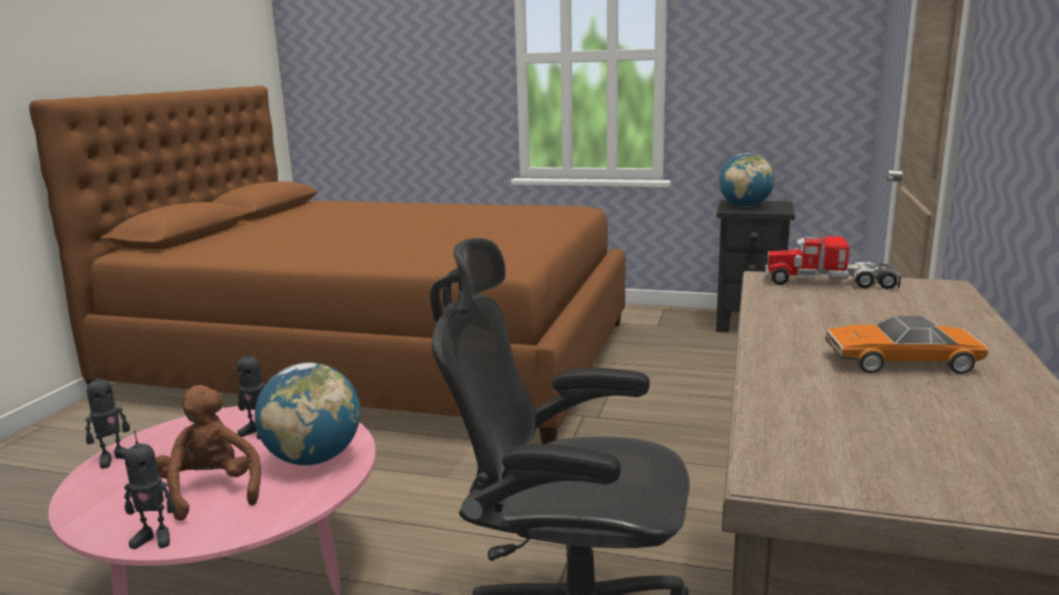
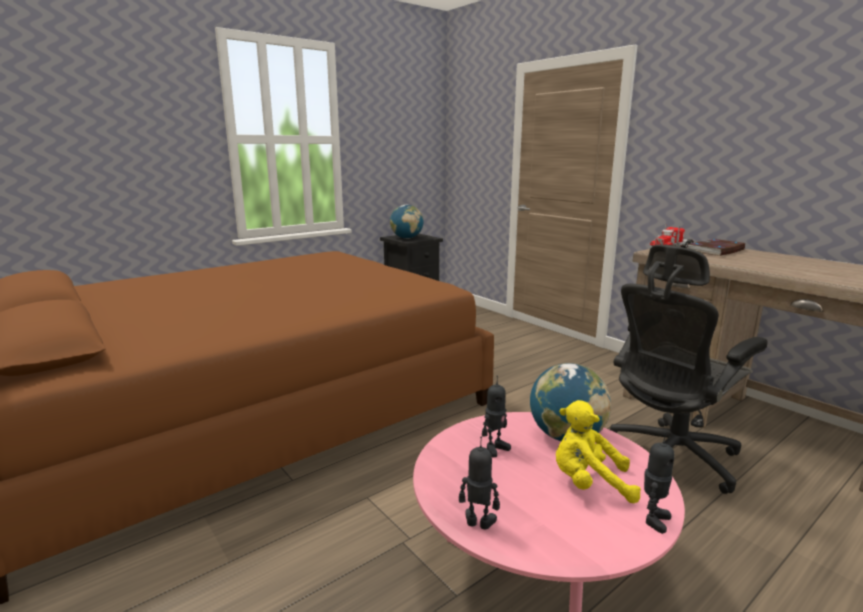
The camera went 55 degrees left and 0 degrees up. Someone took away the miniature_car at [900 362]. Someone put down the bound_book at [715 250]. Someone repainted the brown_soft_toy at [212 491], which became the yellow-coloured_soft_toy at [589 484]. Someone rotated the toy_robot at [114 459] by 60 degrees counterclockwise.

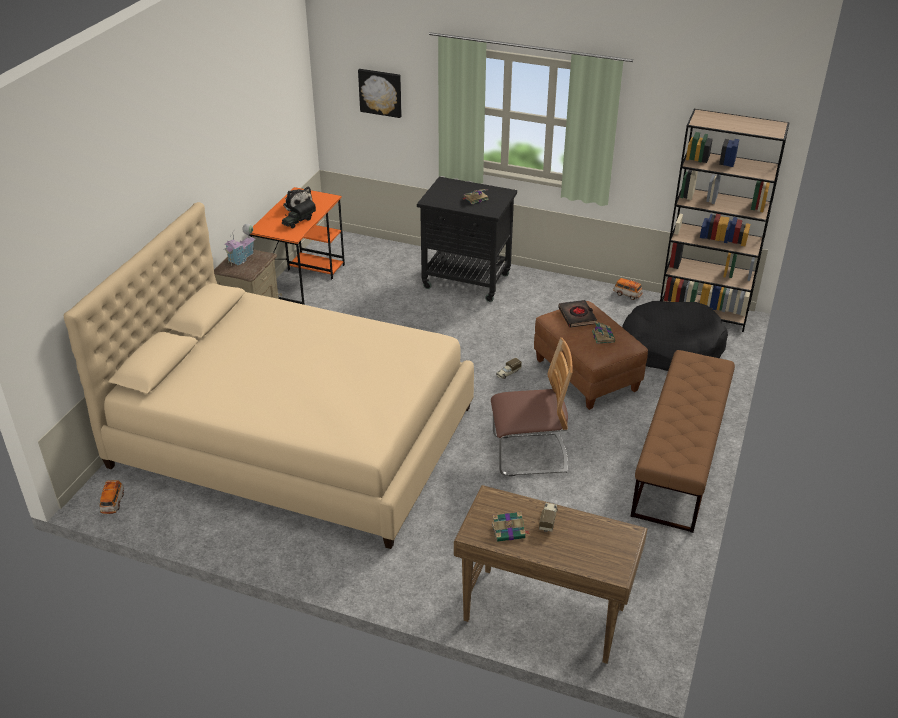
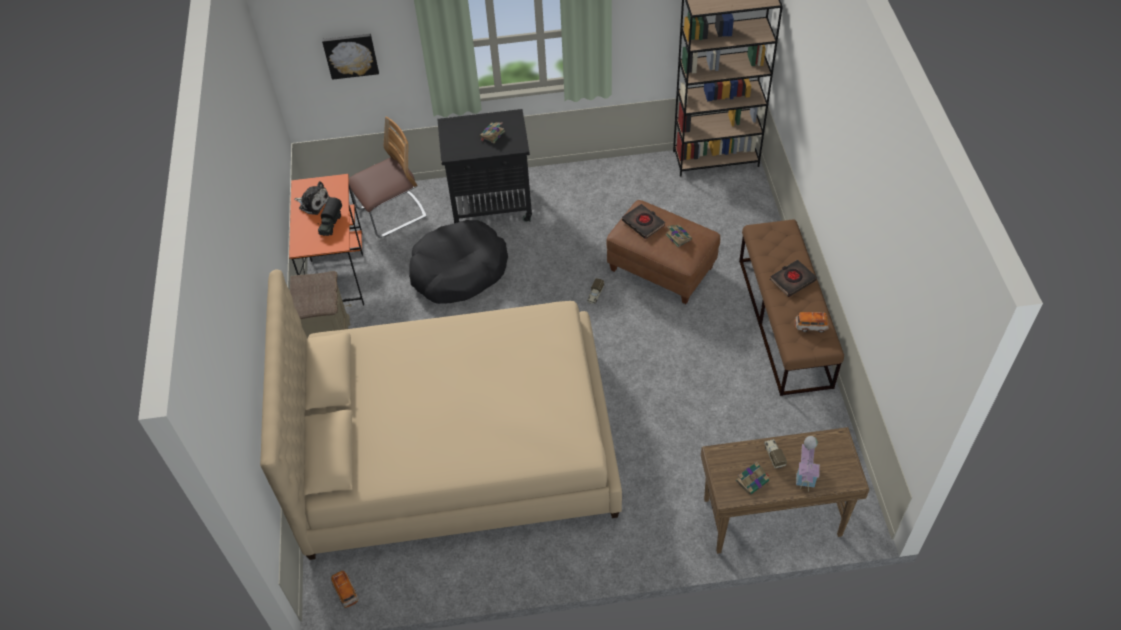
The camera went 25 degrees left and 15 degrees up. Someone put down the black-coloured_bound_book at [792 280]. Someone carried the model_house from [242 258] to [806 473]. Someone carried the chair from [529 454] to [391 214]. Someone carried the miniature_car from [627 294] to [810 326]. Someone carried the black-coloured_dog_bed from [670 347] to [458 271].

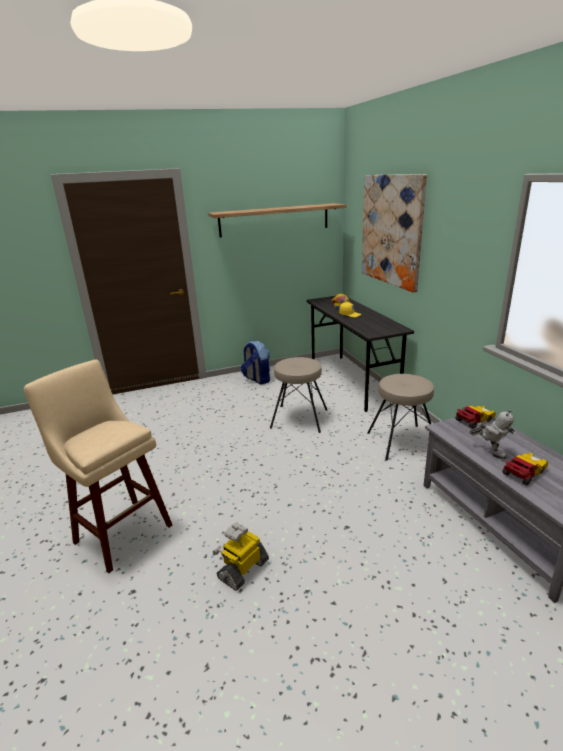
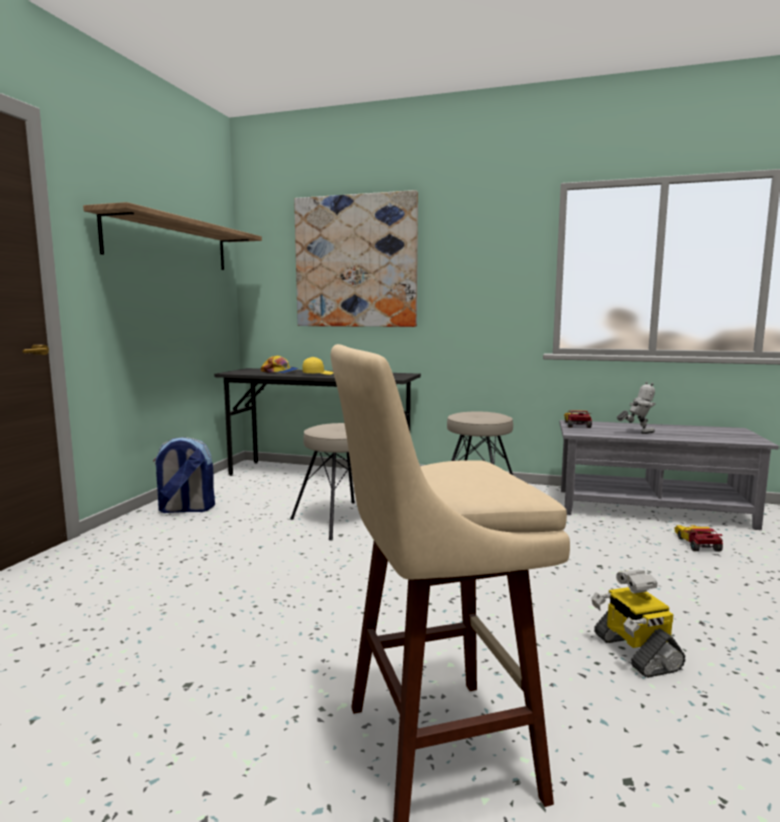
The camera went 55 degrees left and 15 degrees down. Someone carried the miniature_car from [523 473] to [697 544].

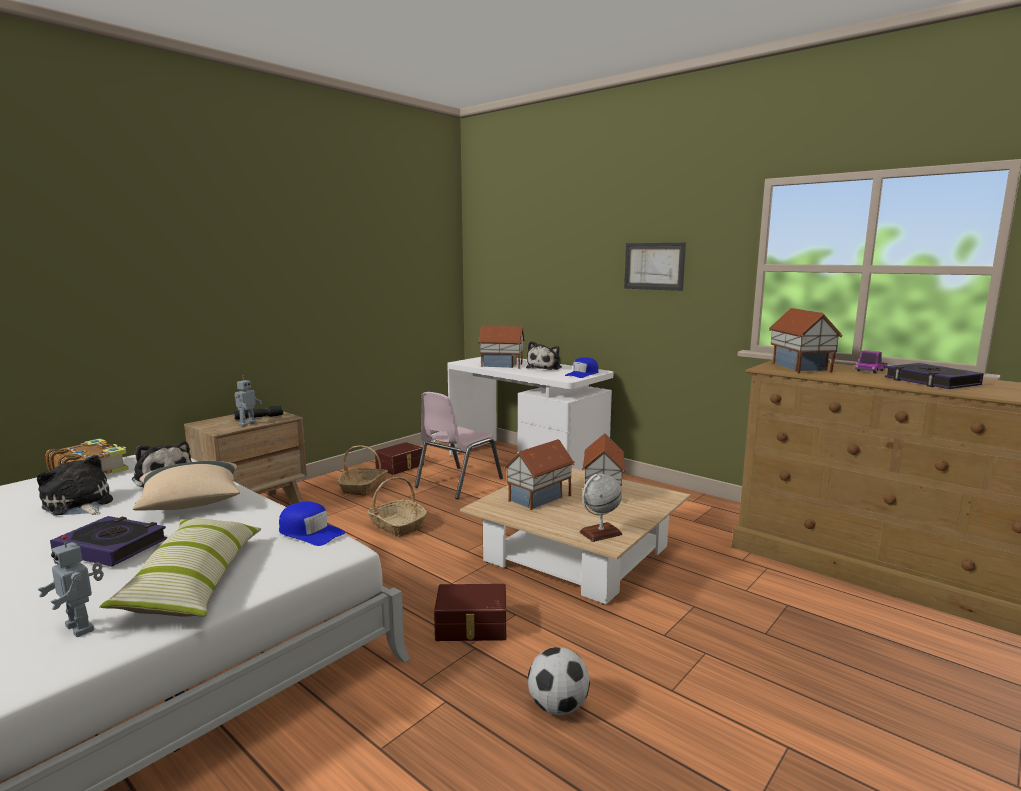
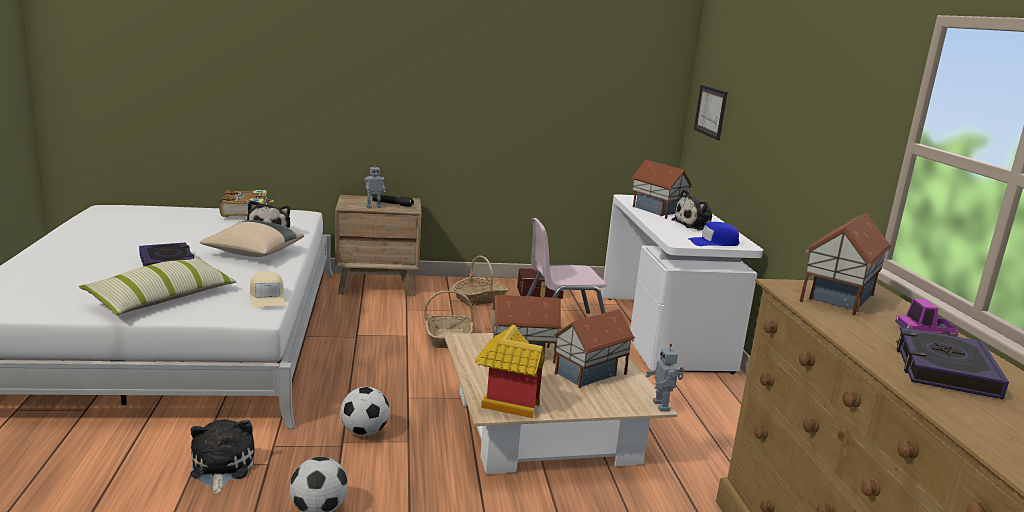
The camera went 40 degrees right and 5 degrees up. Someone carried the soft_toy from [79 505] to [221 468]. Someone carried the toy_robot from [82 627] to [662 406]. Someone carried the picture from [654 266] to [711 111]. Someone swapped the brown_storage_box at [471 626] for the ball_for_football at [364 432]. Someone swapped the globe at [600 533] for the model_house at [505 401]. Someone repainted the blue-coloured_peaked_cap at [310 532], which became the sand-coloured_peaked_cap at [267 297].

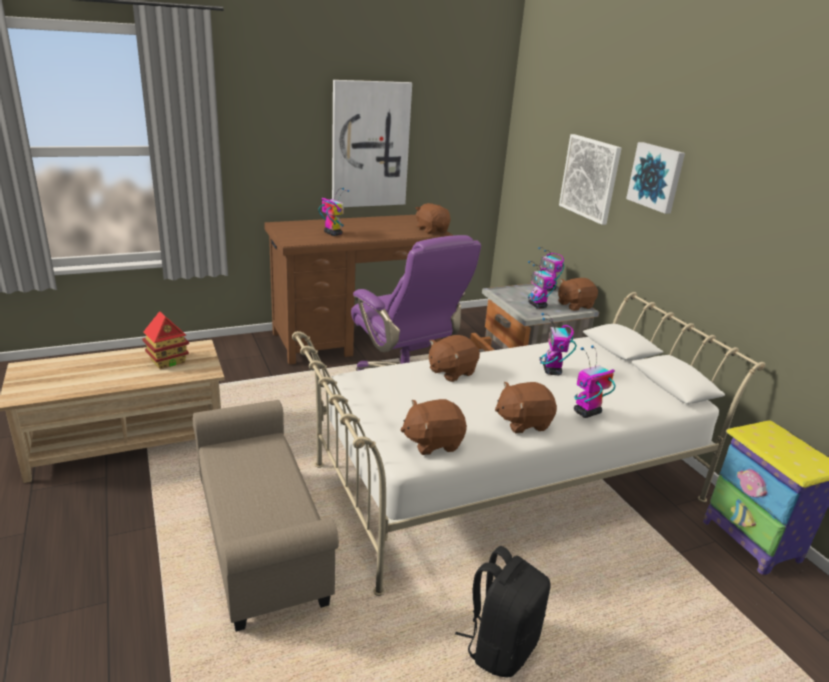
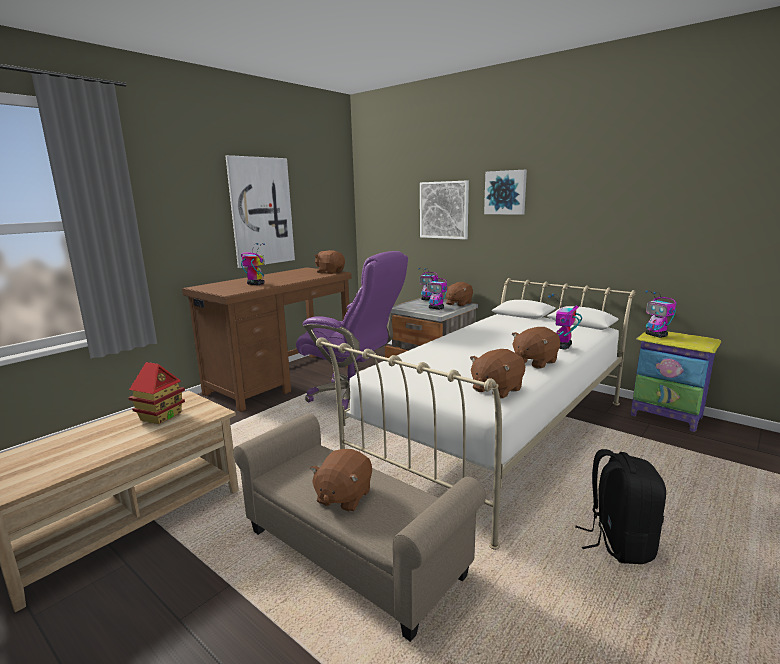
The camera went 25 degrees left and 10 degrees down. Someone carried the brown_soft_toy from [451 372] to [343 497]. Someone carried the toy_robot from [552 371] to [656 335].

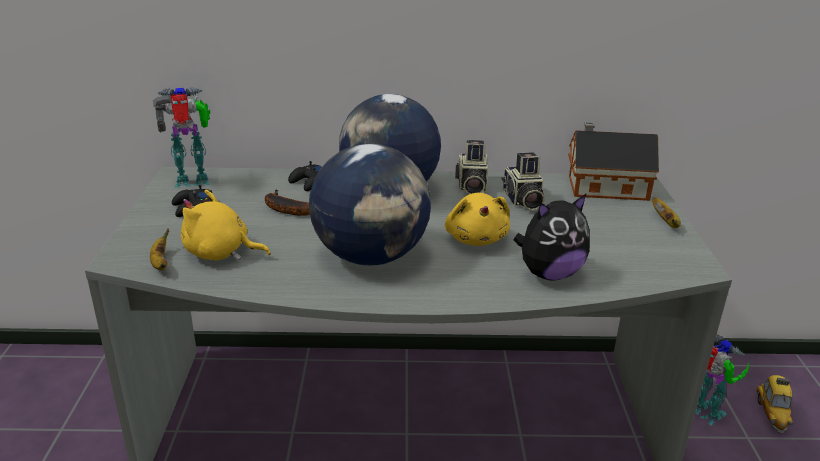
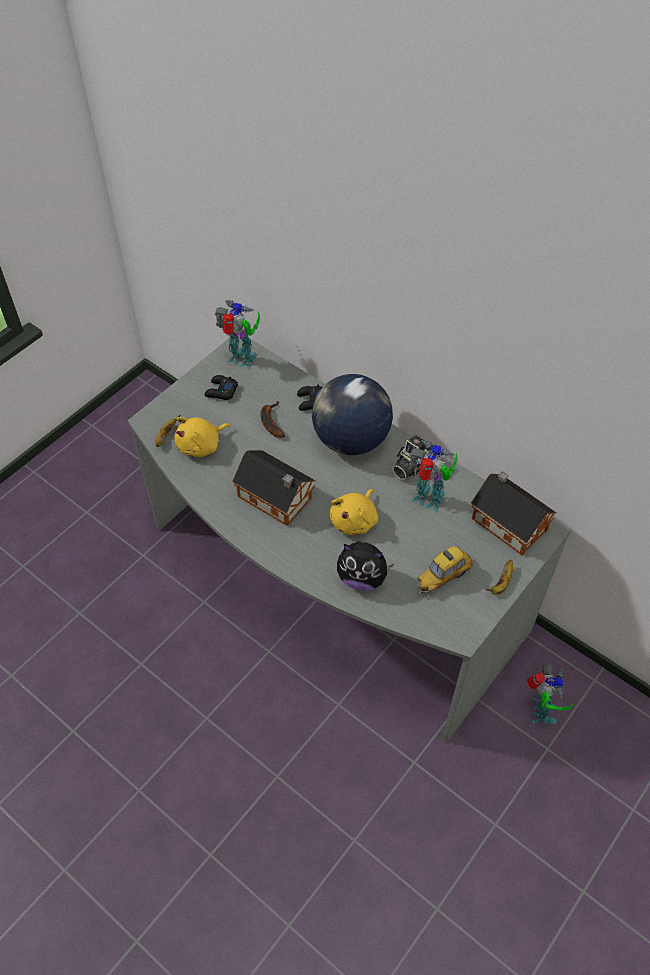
The camera went 40 degrees right and 25 degrees up. Someone carried the miniature_car from [771 414] to [443 577]. Someone swapped the globe at [371 257] for the model_house at [276 499]. Someone swapped the photo_camera at [522 201] for the toy_robot at [428 501]. Someone rotated the yellow-coloured_soft_toy at [220 253] by 90 degrees counterclockwise.

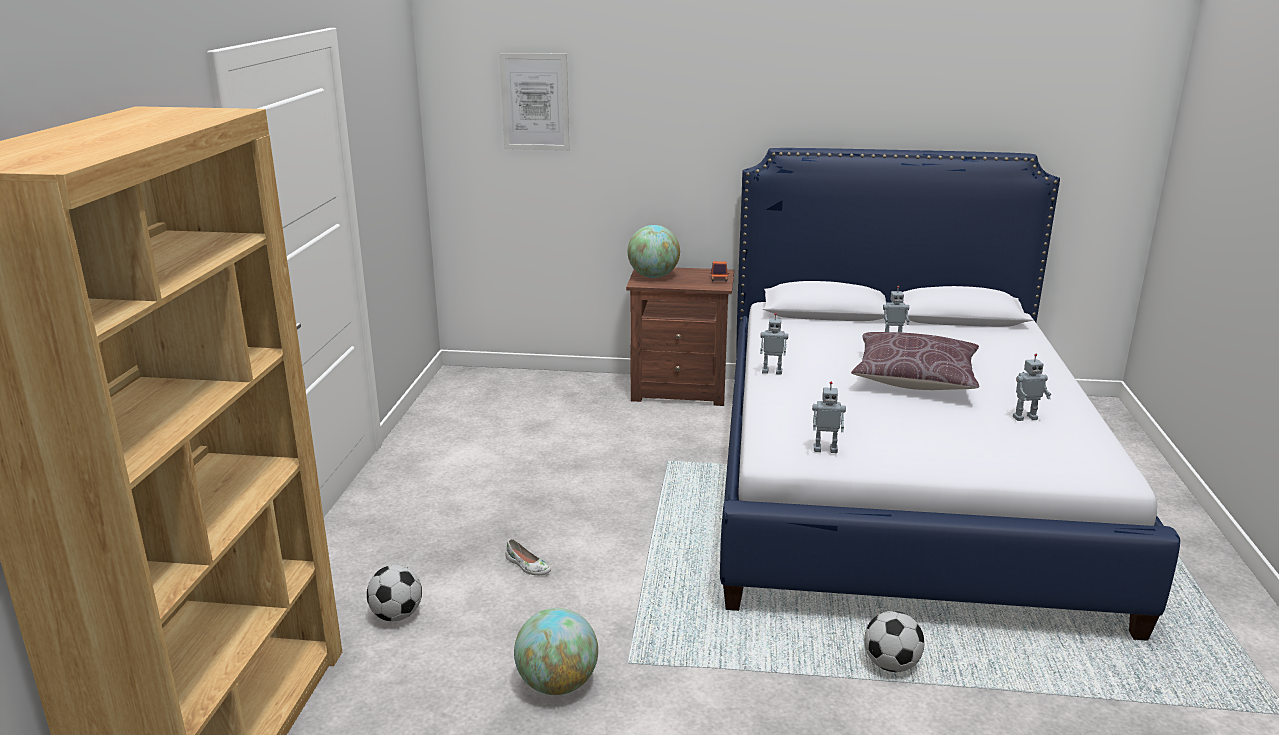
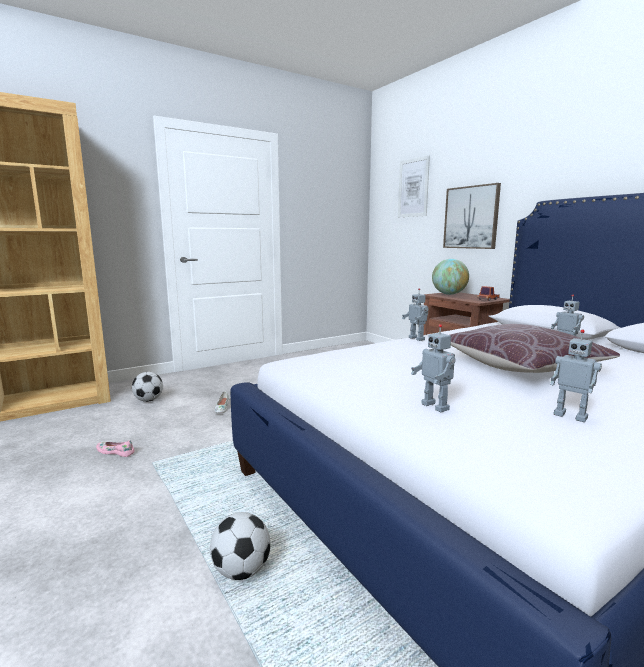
The camera went 50 degrees right and 10 degrees down. Someone put up the picture at [471 217]. Someone carried the toy_robot from [825 449] to [436 406]. Someone swapped the globe at [557 684] for the pinkish_item_of_footwear at [116 452].

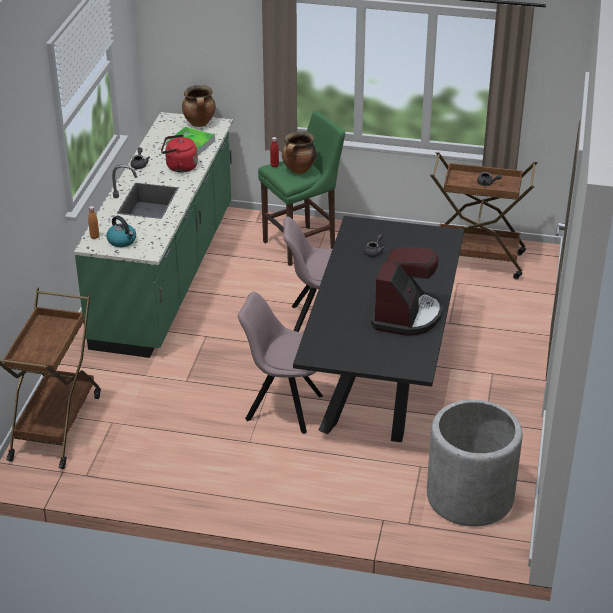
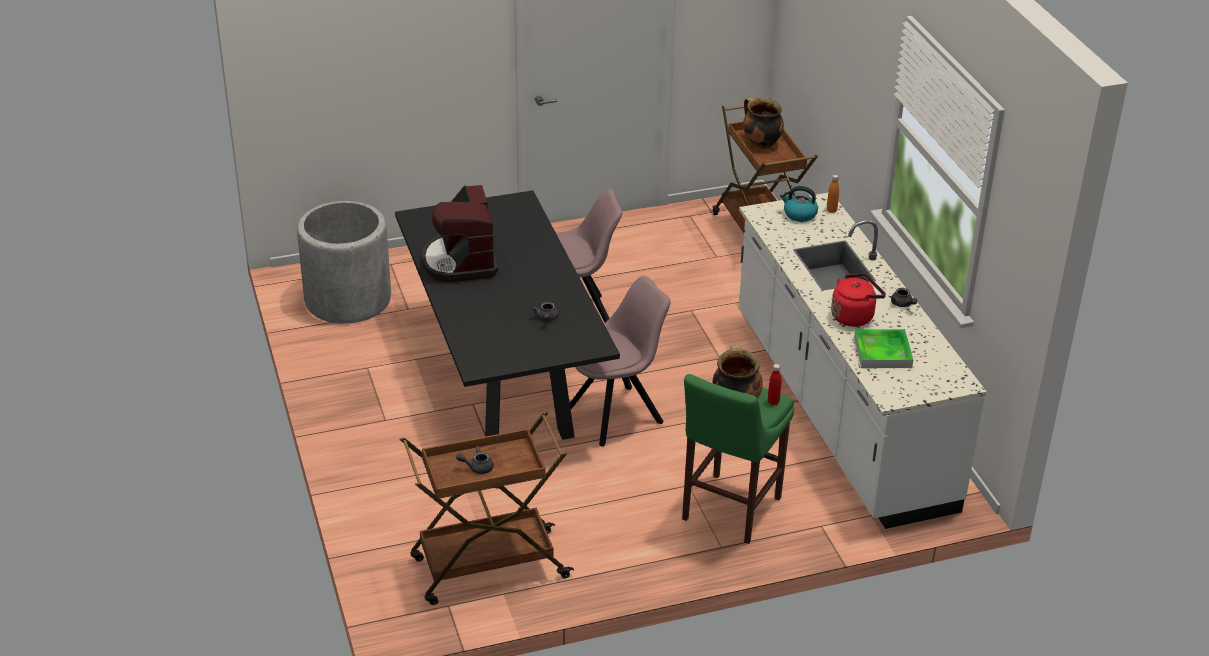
The camera went 150 degrees right and 0 degrees up. Someone carried the cooking_pot from [200 123] to [760 144]. Someone repainted the green-coloured_kitchen_counter at [166 275], which became the white_kitchen_counter at [840 411].

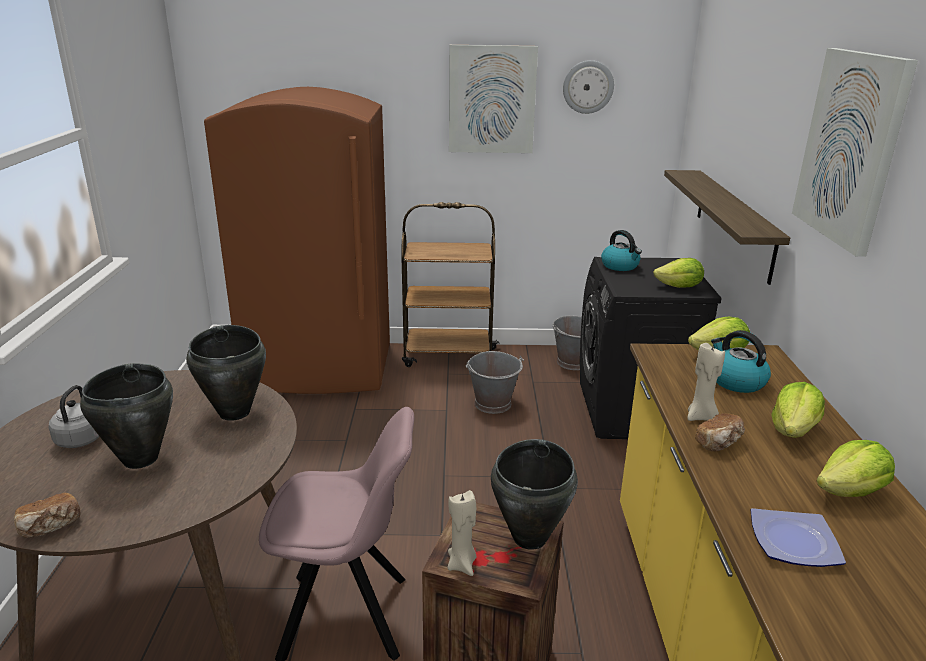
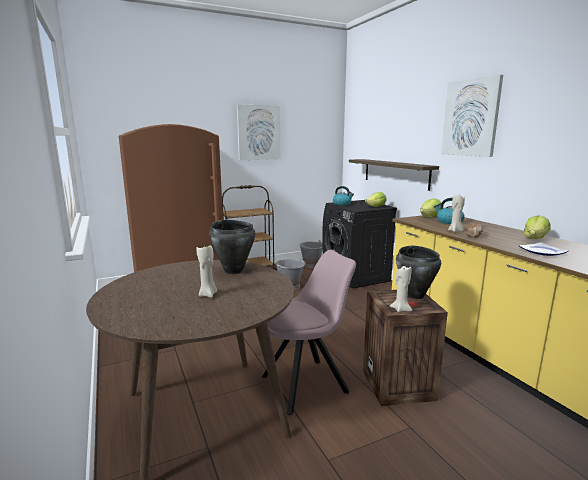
The camera went 25 degrees left and 10 degrees down. Someone took away the bakery_bread at [50 527]. Someone took away the greyish_kettle at [82 438]. Someone took away the wall_clock at [588 87]. Someone took away the head_of_lettuce at [793 430]. Someone swapped the black-coloured_cooking_pot at [139 459] for the sand-coloured_wax_light at [208 294].

